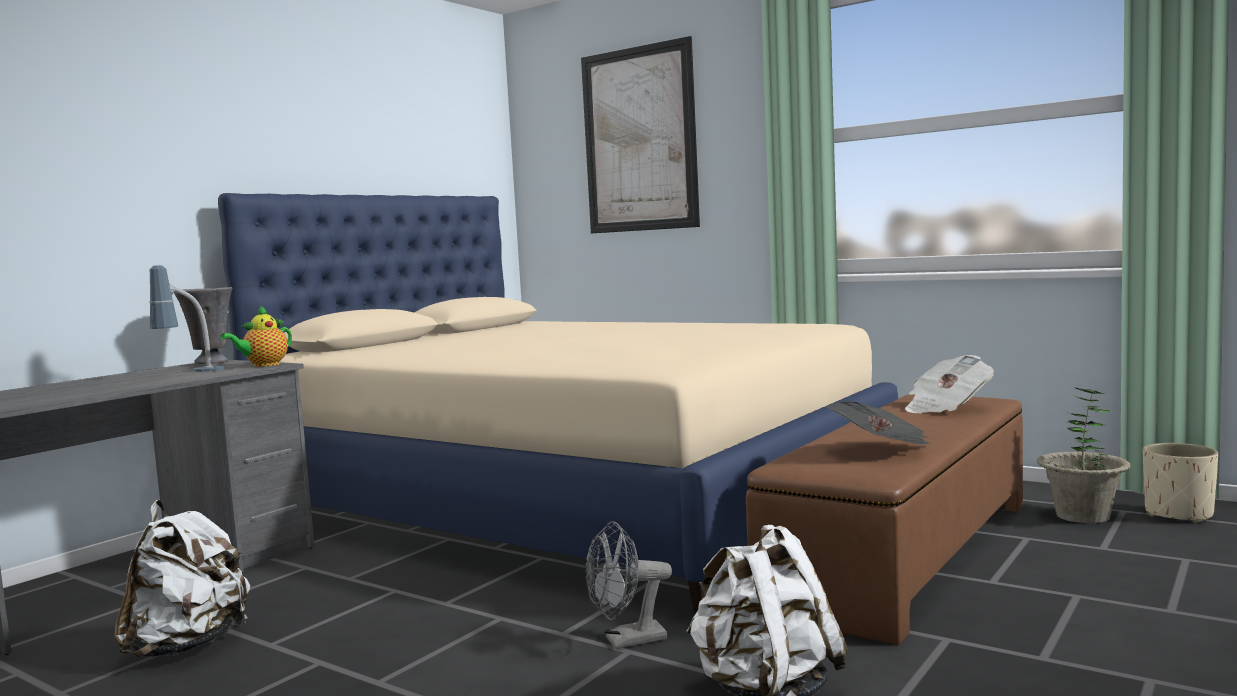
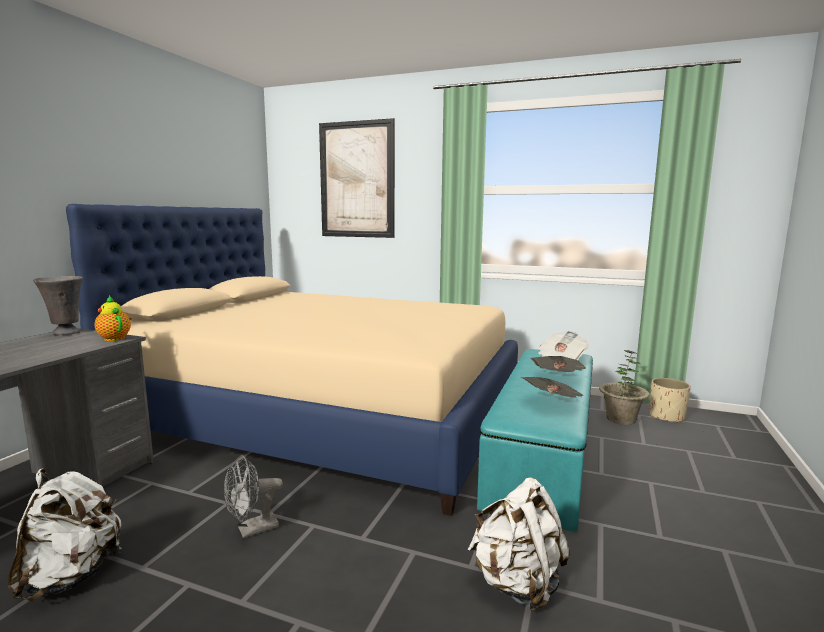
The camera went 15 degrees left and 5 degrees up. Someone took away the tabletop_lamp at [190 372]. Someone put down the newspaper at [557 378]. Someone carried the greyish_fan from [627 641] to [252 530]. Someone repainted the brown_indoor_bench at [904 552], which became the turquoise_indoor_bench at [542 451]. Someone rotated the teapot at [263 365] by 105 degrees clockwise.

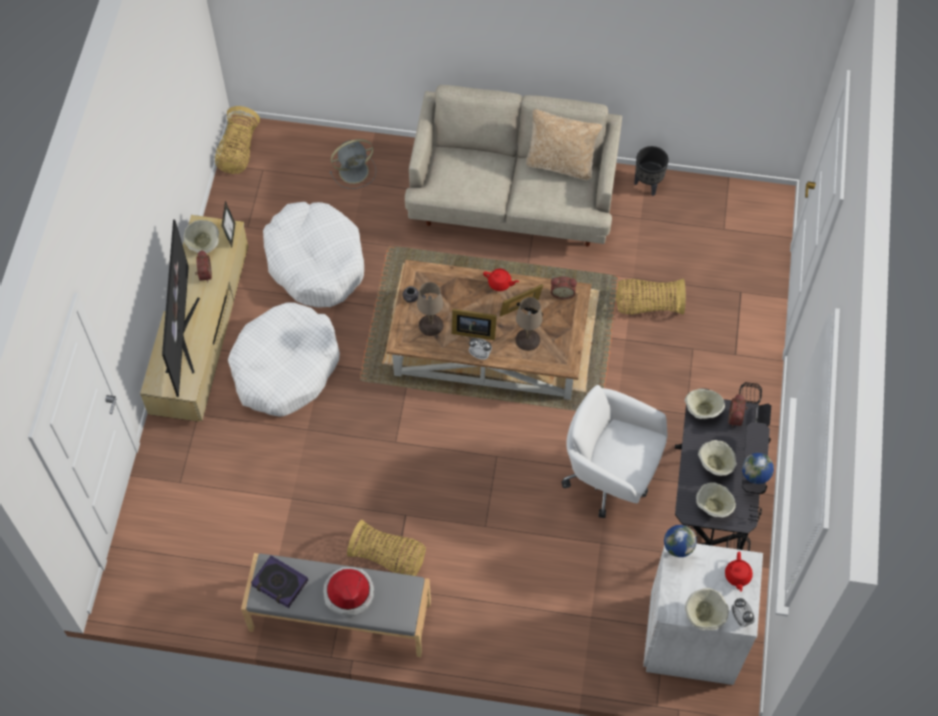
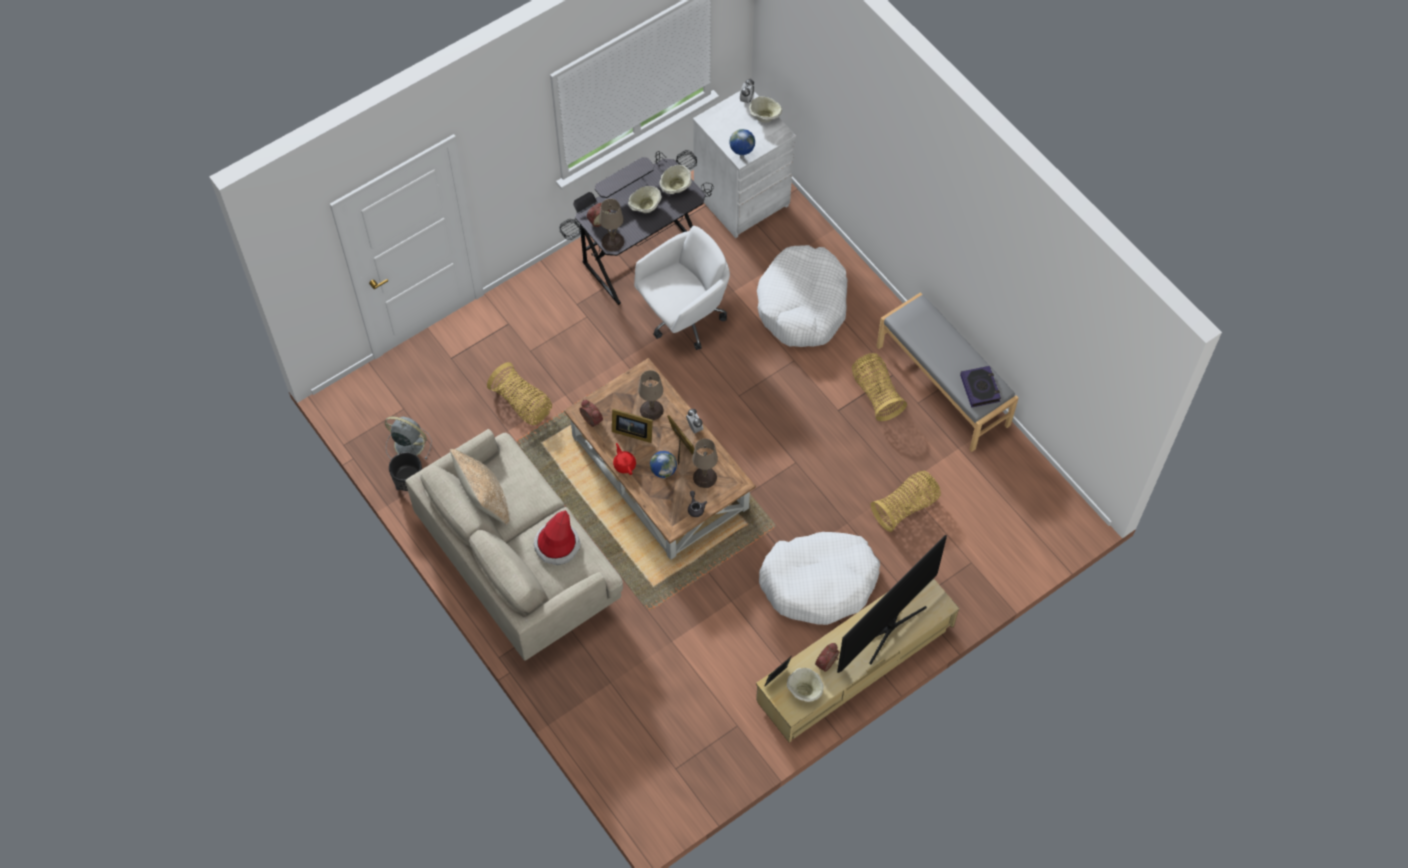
The camera went 135 degrees left and 0 degrees up. Someone took away the red_teapot at [737 576]. Someone carried the basket from [238 151] to [905 507]. Someone carried the white_dog_bed from [315 262] to [803 305]. Someone carried the wearable_hat from [349 593] to [557 545]. Someone carried the greyish_fan from [355 171] to [408 444]. Someone carried the globe from [753 481] to [663 476]. Someone swapped the sand-coloured_deep_dish at [702 410] for the sand-coloured_tabletop_lamp at [613 241]. Someone rotated the white_office_chair at [609 479] by 105 degrees counterclockwise.

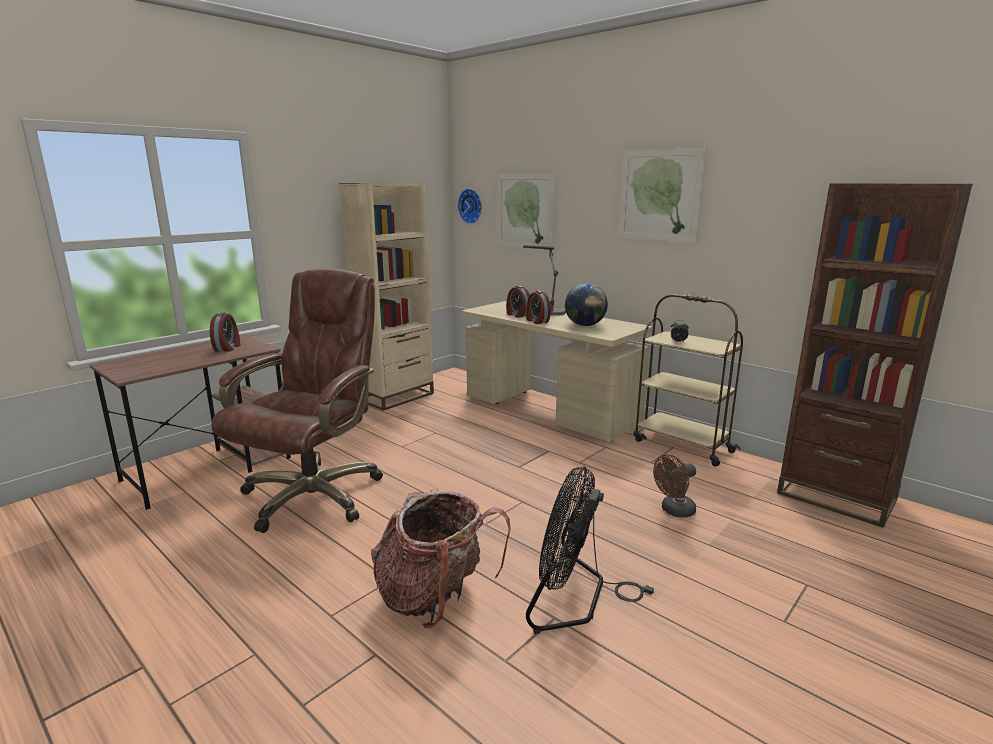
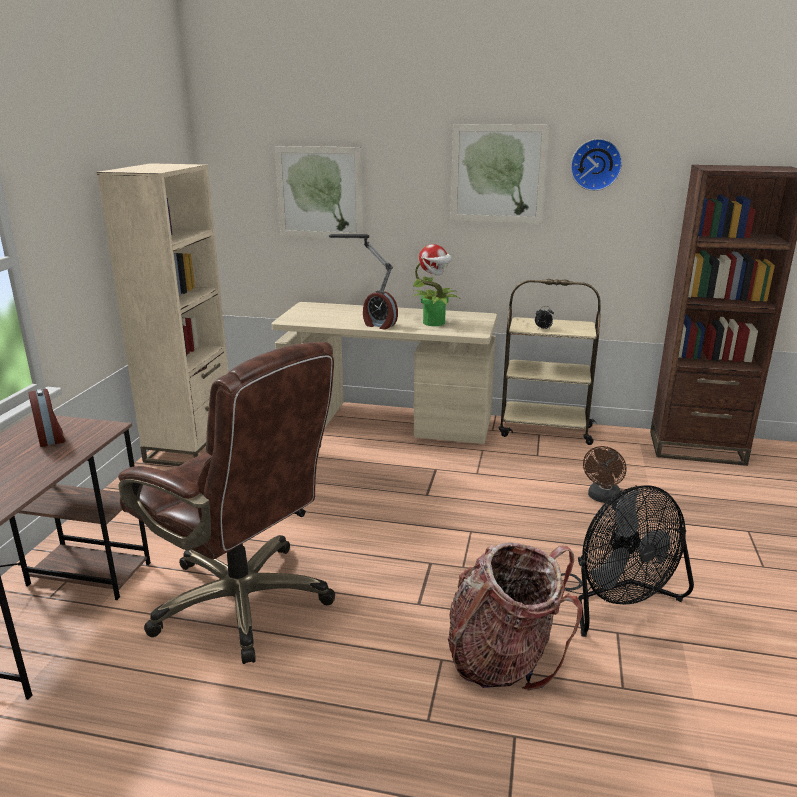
The camera went 30 degrees left and 5 degrees up. Someone took away the table_clock at [517 315]. Someone carried the wall_clock from [471 206] to [596 164]. Someone swapped the globe at [584 325] for the potted_plant at [434 323]. Someone rotated the brown_office_chair at [312 495] by 135 degrees clockwise. Someone rotated the black-coloured_fan at [579 593] by 105 degrees counterclockwise.

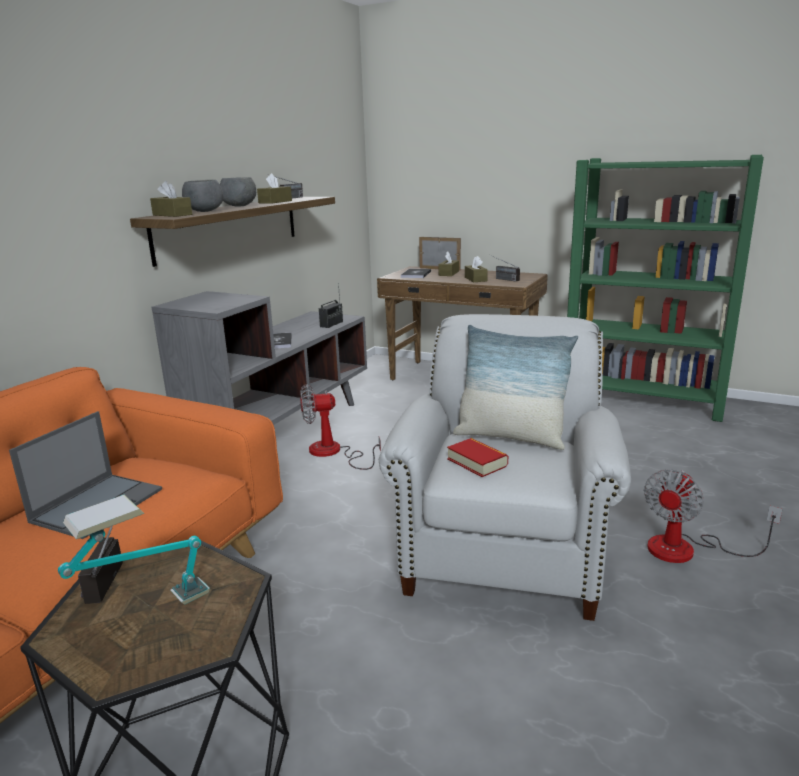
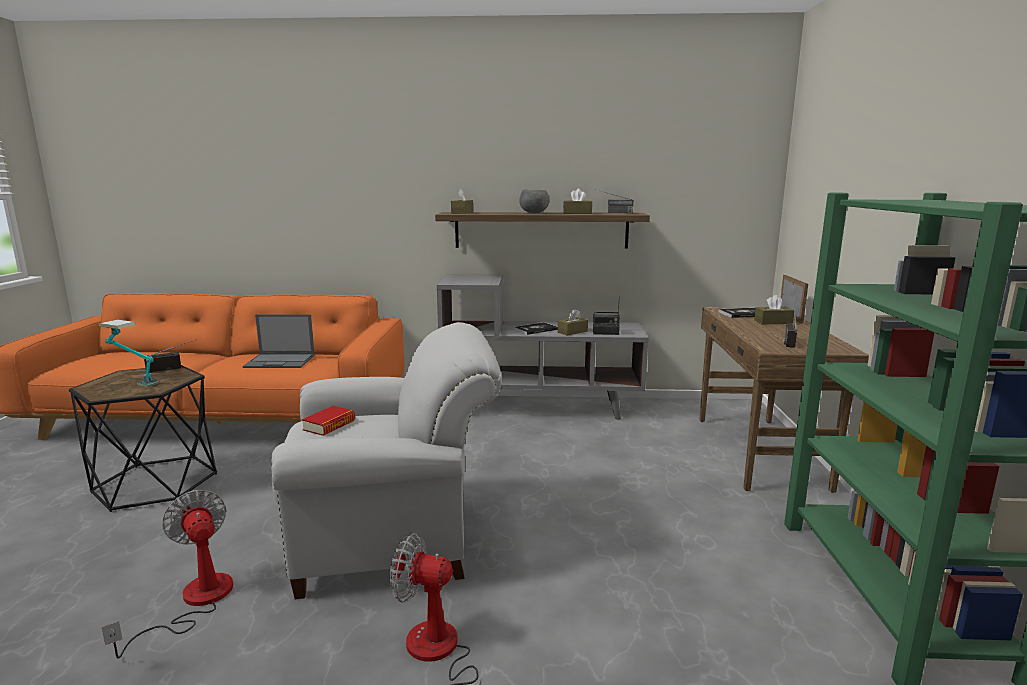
The camera went 65 degrees right and 5 degrees down. Someone took away the greyish_deep_dish at [205 211]. Someone took away the throw_pillow at [510 437]. Someone carried the fan from [333 453] to [194 602]. Someone carried the brown_box_of_tissues from [475 279] to [572 332].

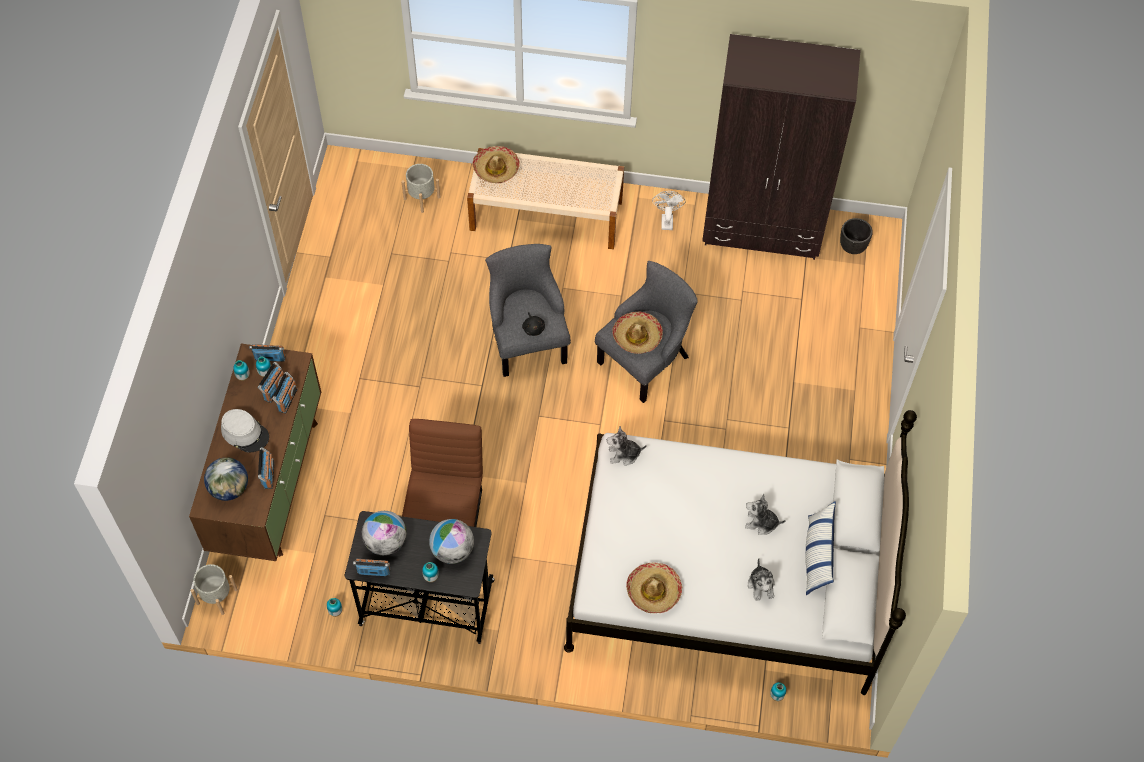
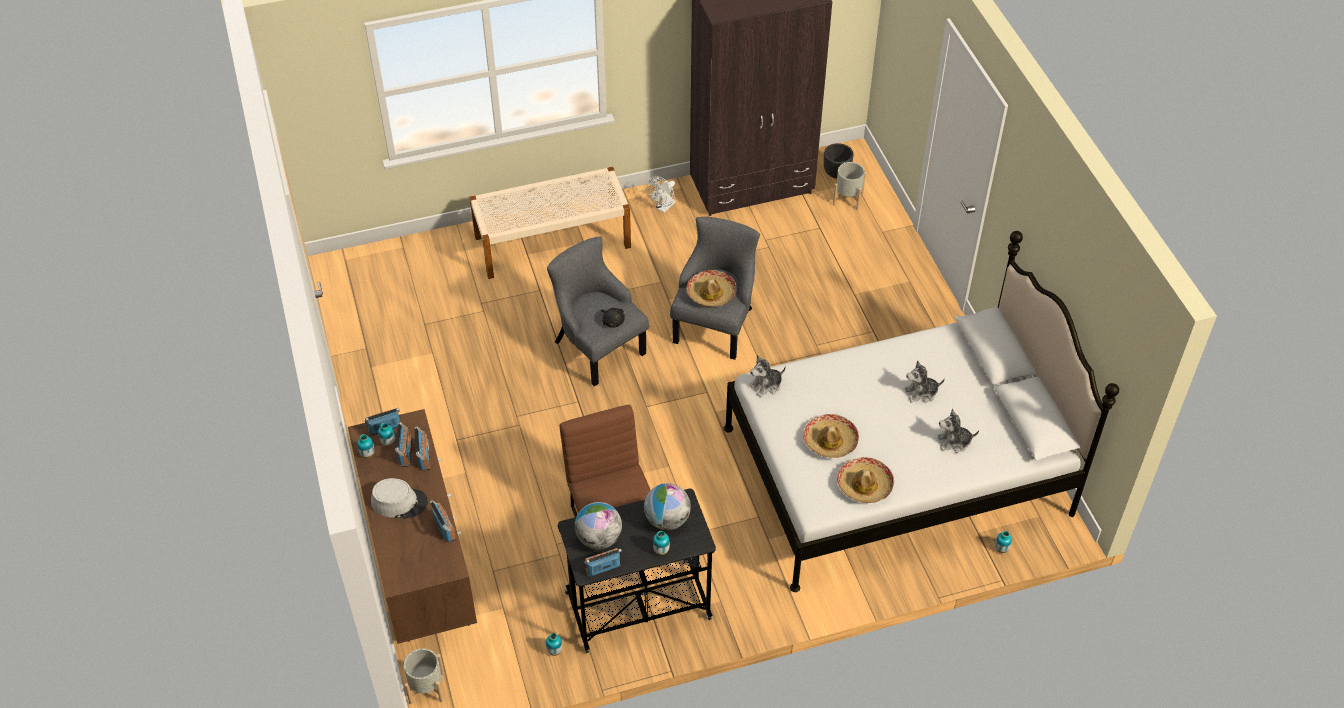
The camera went 25 degrees left and 10 degrees down. Someone took away the globe at [230 488]. Someone took away the throw_pillow at [817 555]. Someone carried the greyish_planter from [421 198] to [847 199]. Someone carried the wearable_hat from [496 169] to [830 441]. Someone rotated the white_fan at [666 219] by 120 degrees counterclockwise. Someone rotated the soft_toy at [761 585] by 120 degrees clockwise.

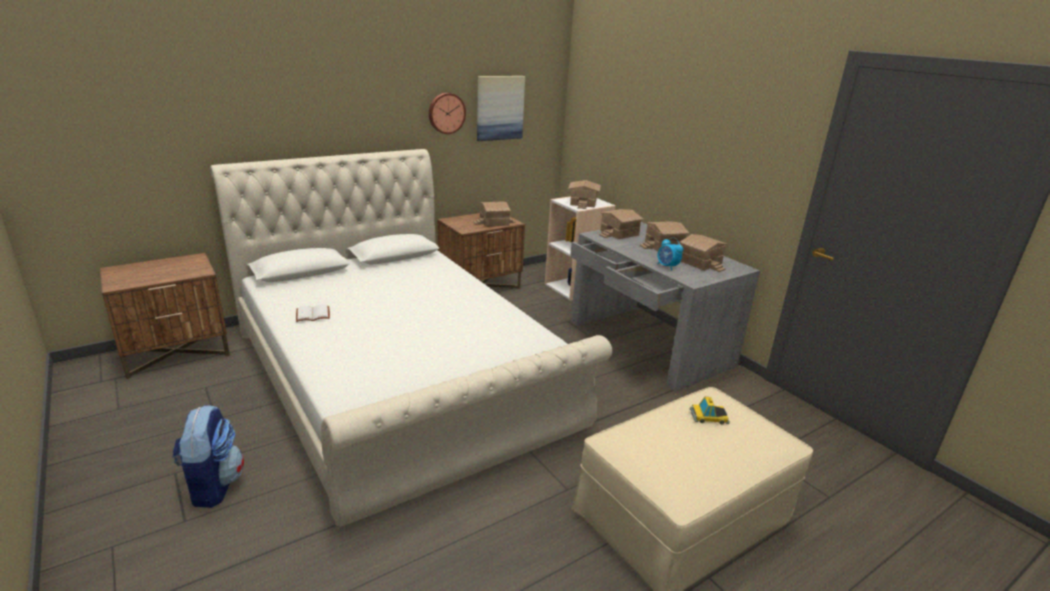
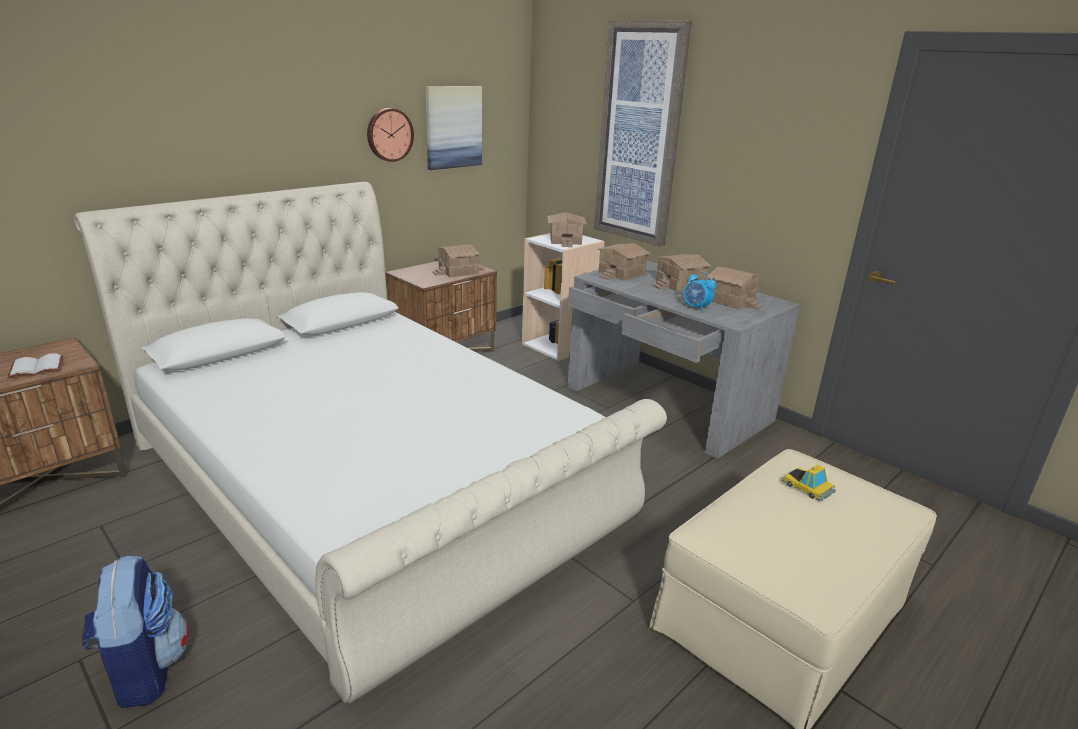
The camera went 10 degrees left and 0 degrees up. Someone put up the picture at [640 135]. Someone carried the white_bound_book from [313 314] to [38 367]. Someone rotated the miniature_car at [709 416] by 120 degrees counterclockwise.

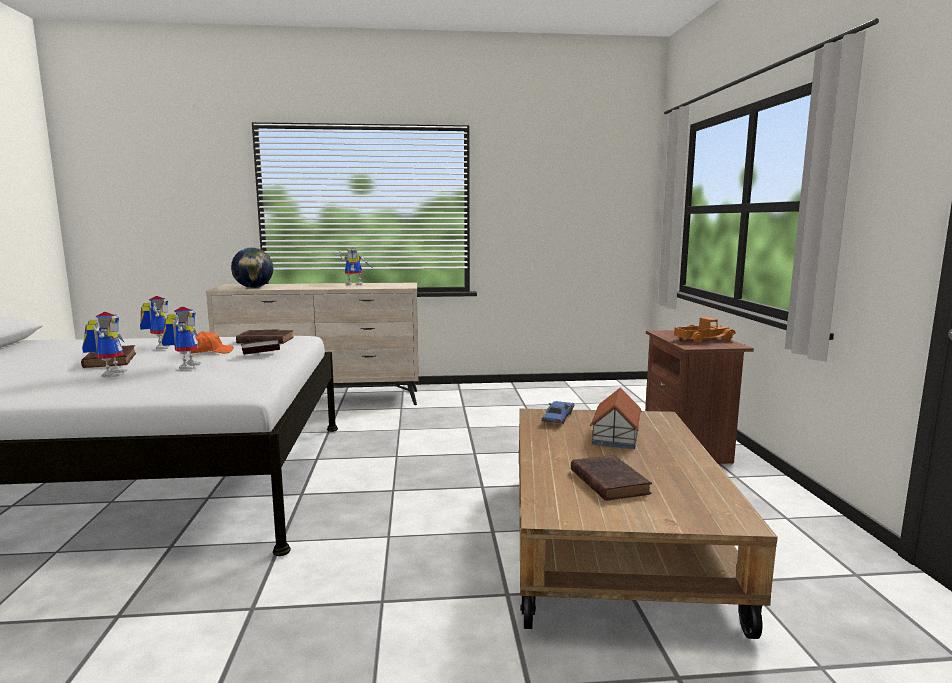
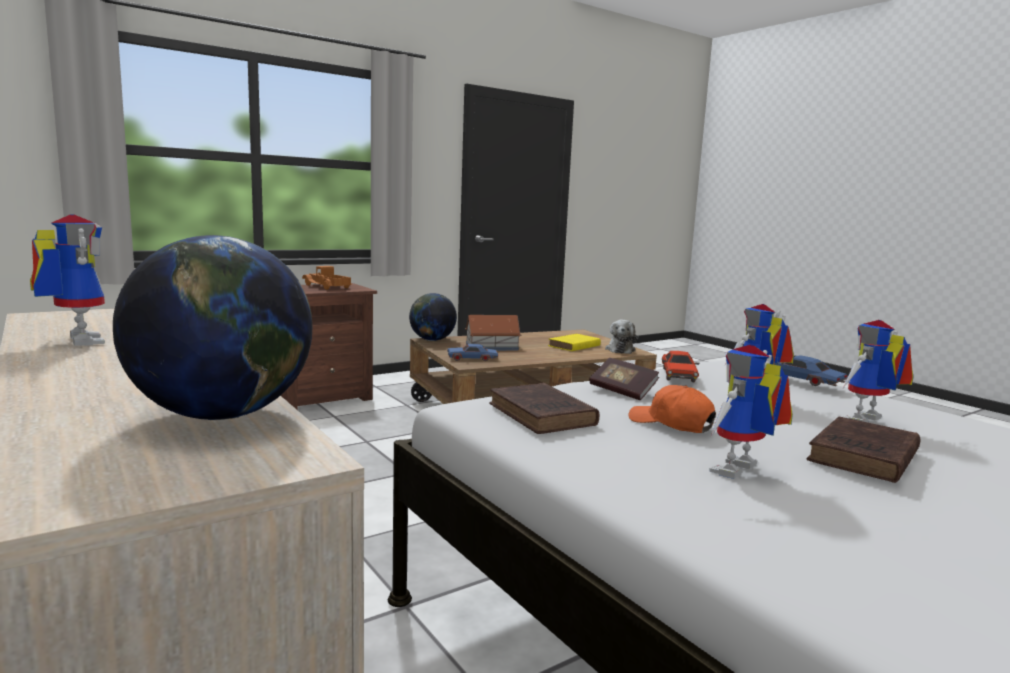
The camera went 120 degrees left and 0 degrees up. Someone put down the globe at [432 340]. Someone put down the soft_toy at [620 349]. Someone put down the red_miniature_car at [678 375]. Someone put down the blue-coloured_miniature_car at [800 379]. Someone repainted the brown_bound_book at [608 481], which became the yellow-coloured_bound_book at [573 346].

